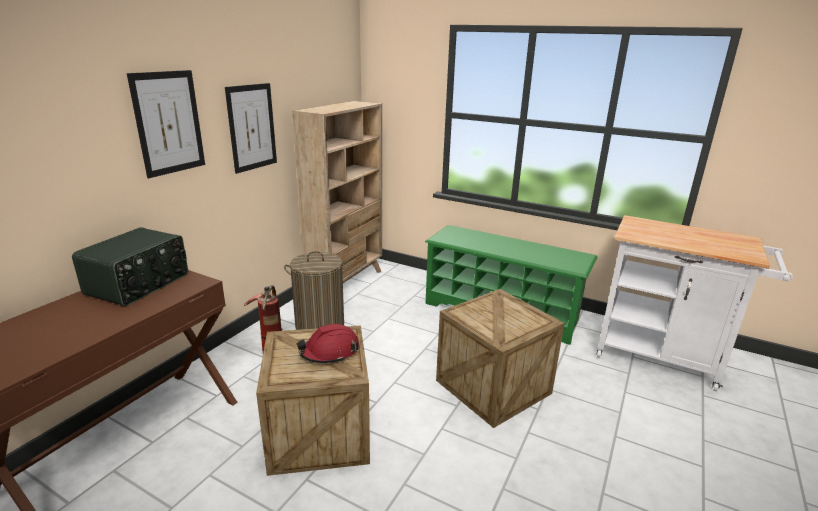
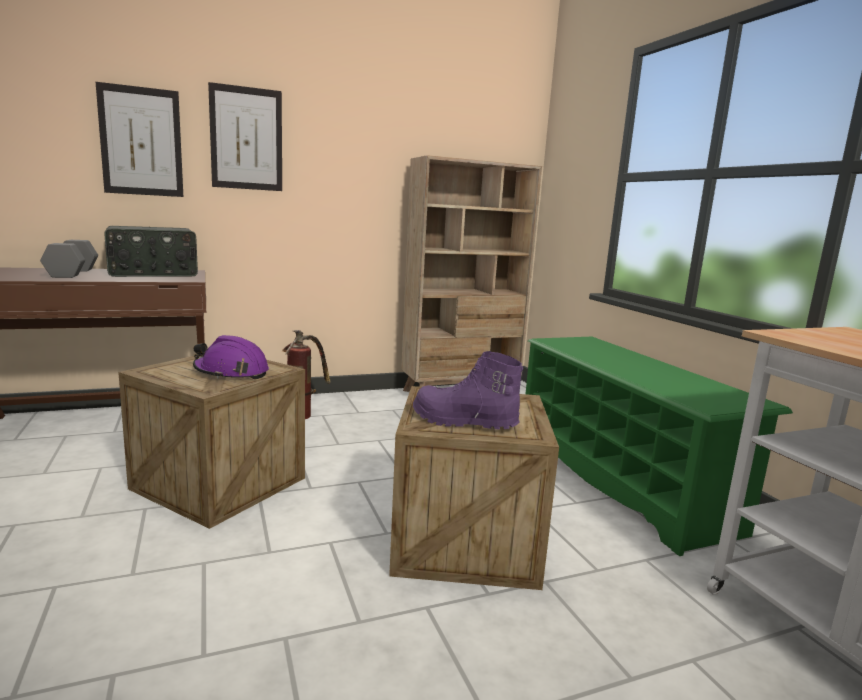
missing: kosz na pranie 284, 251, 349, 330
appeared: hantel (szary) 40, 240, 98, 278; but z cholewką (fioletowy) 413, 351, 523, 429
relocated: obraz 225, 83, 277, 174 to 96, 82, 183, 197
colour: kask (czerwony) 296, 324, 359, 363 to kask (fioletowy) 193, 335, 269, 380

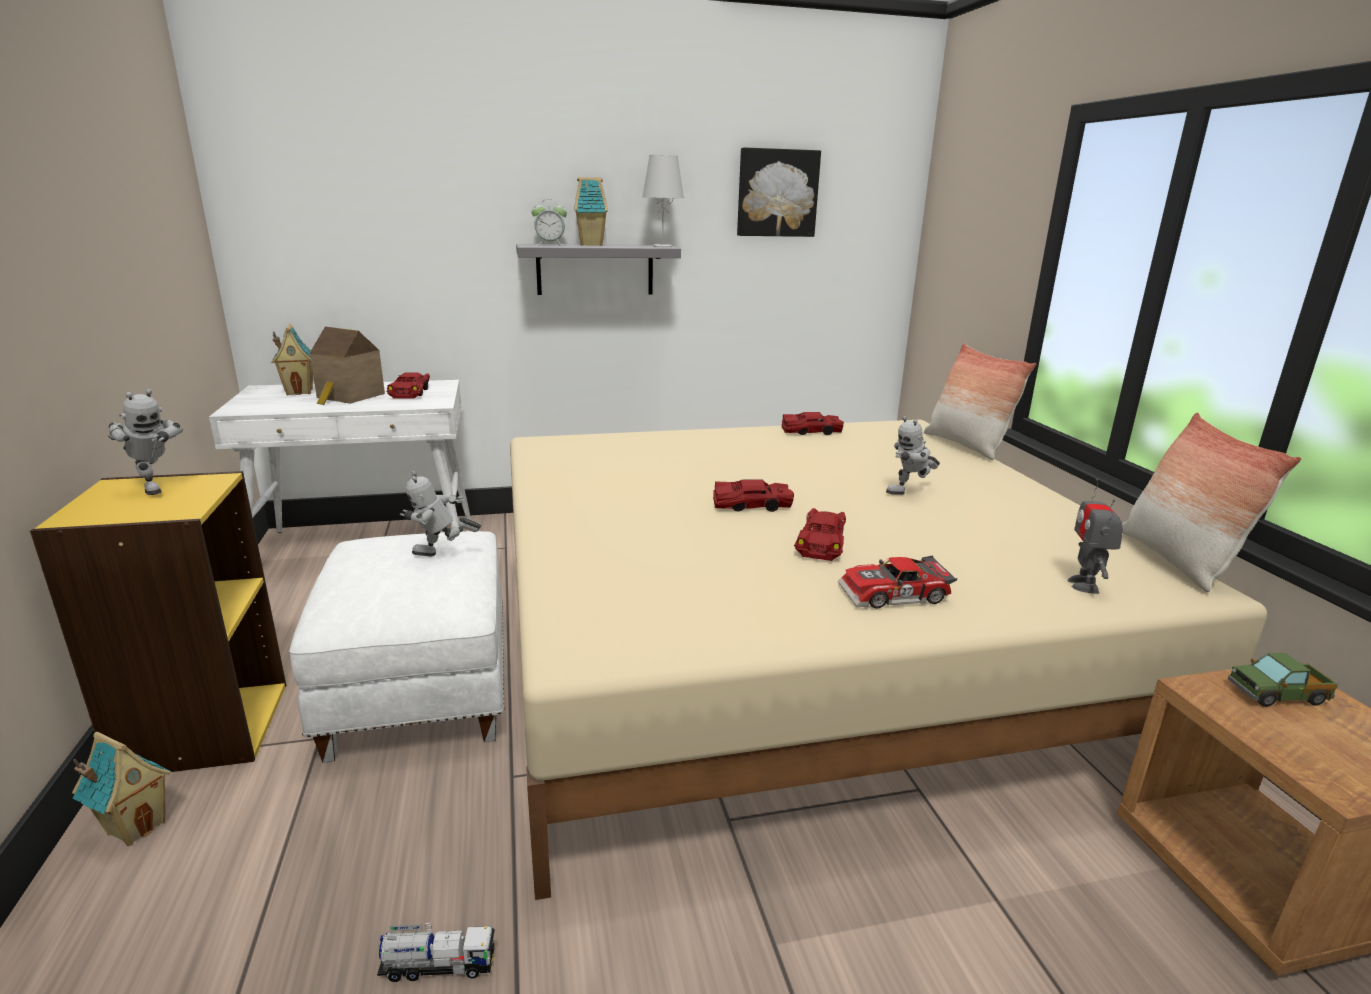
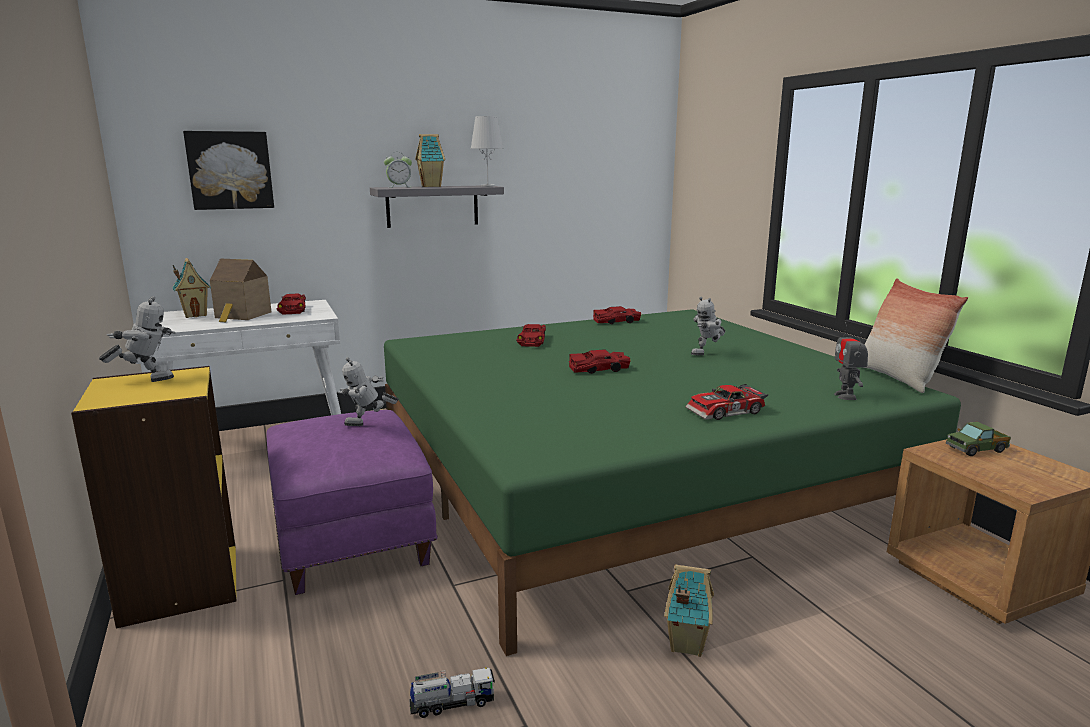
missing: poduszka 924, 343, 1036, 460
relocated: domek 72, 732, 171, 846 to 664, 565, 714, 657; obraz 737, 147, 821, 237 to 183, 131, 274, 210; samochodzik (czerwony) 794, 508, 846, 561 to 516, 324, 546, 347
colour: pufa (biały) 289, 531, 505, 763 to pufa (fioletowy) 266, 410, 438, 595; łóżko (beżowy) 510, 420, 1267, 900 to łóżko (zielony) 384, 309, 961, 656
spun: robot zabawkowy 108, 389, 183, 495 = 99, 296, 176, 382 45 degrees counterclockwise

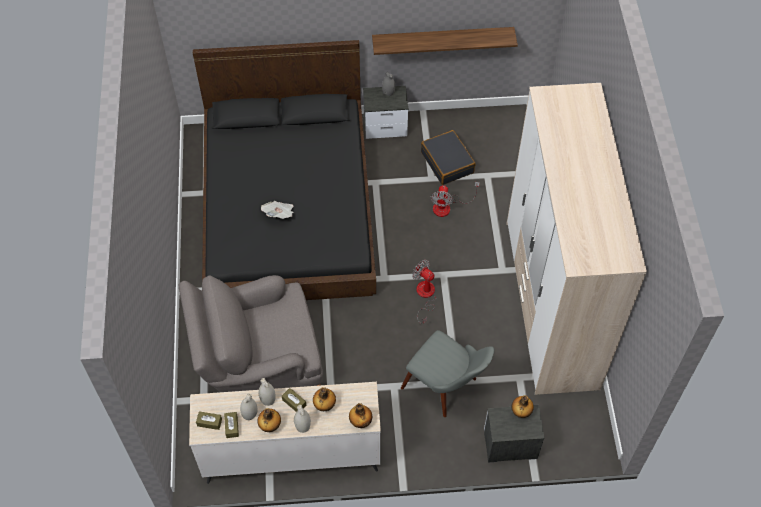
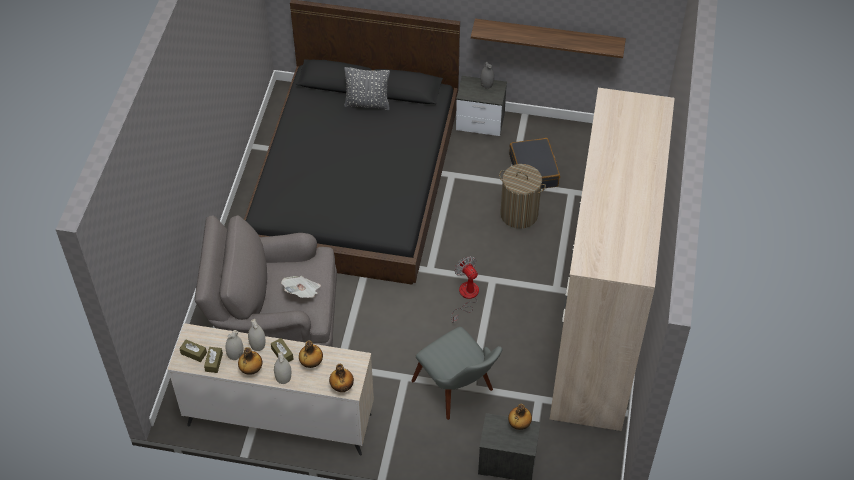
appeared: poduszka (szary) 344, 67, 390, 110
relocated: gazeta 261, 201, 294, 219 to 281, 276, 321, 298
exchanged: wentylator 431, 182, 480, 217 to kosz na pranie 499, 164, 546, 229

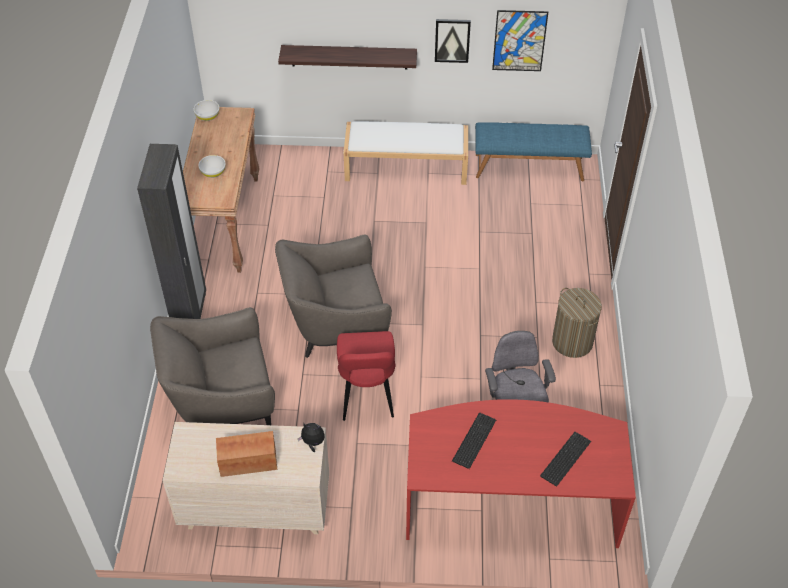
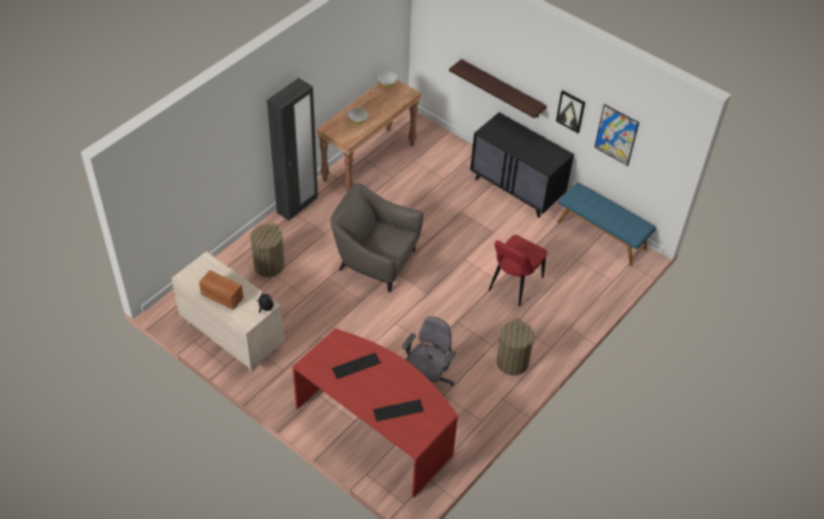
relocated: krzesło (czerwony) 337, 331, 396, 421 to 488, 235, 547, 306
exchanged: fotel (szary) 150, 307, 275, 425 to kosz na pranie 250, 224, 285, 277; ławka (biały) 343, 121, 468, 185 to komoda (czarny) 470, 112, 574, 218

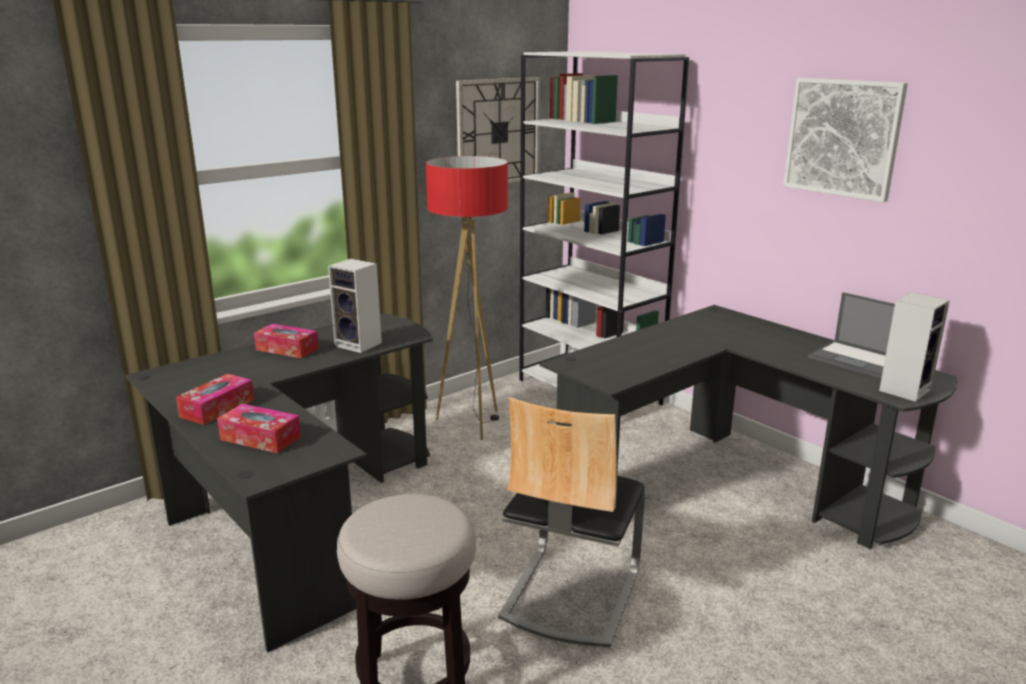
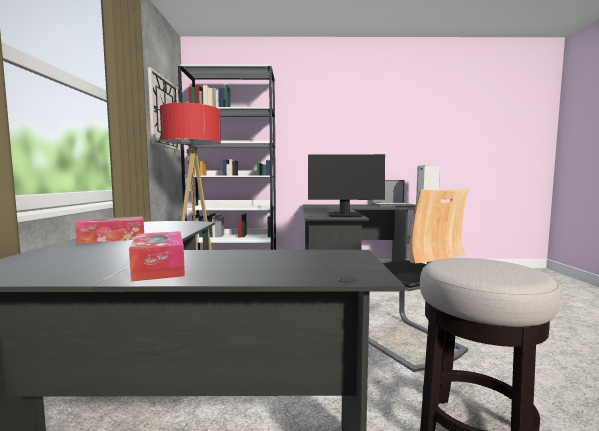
missing: pudełko chusteczek 217, 404, 301, 453; głośnik 328, 259, 382, 353; obraz 783, 78, 908, 202
appeared: monitor 308, 154, 385, 217

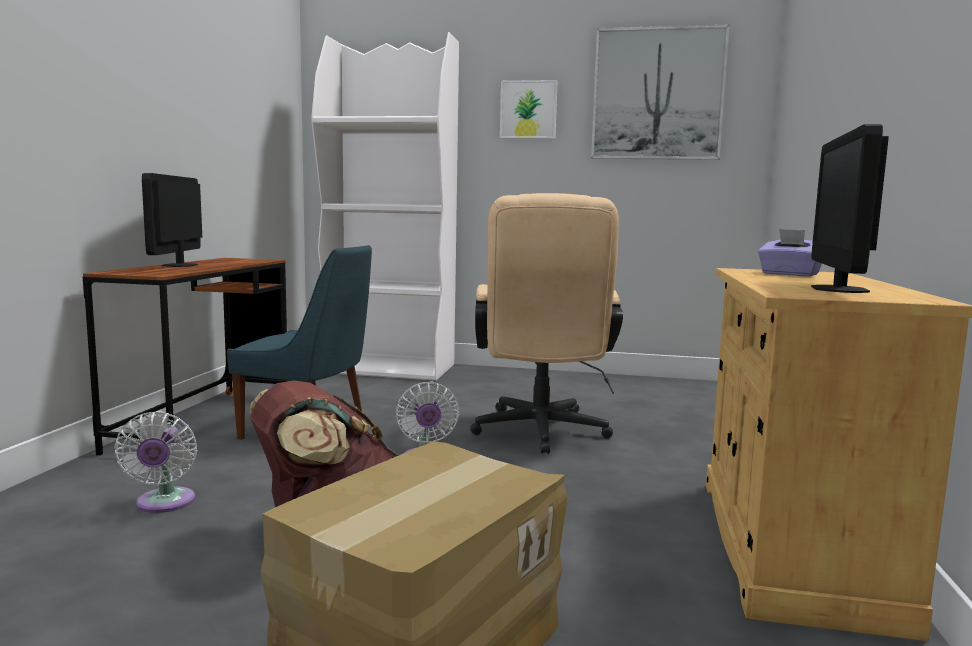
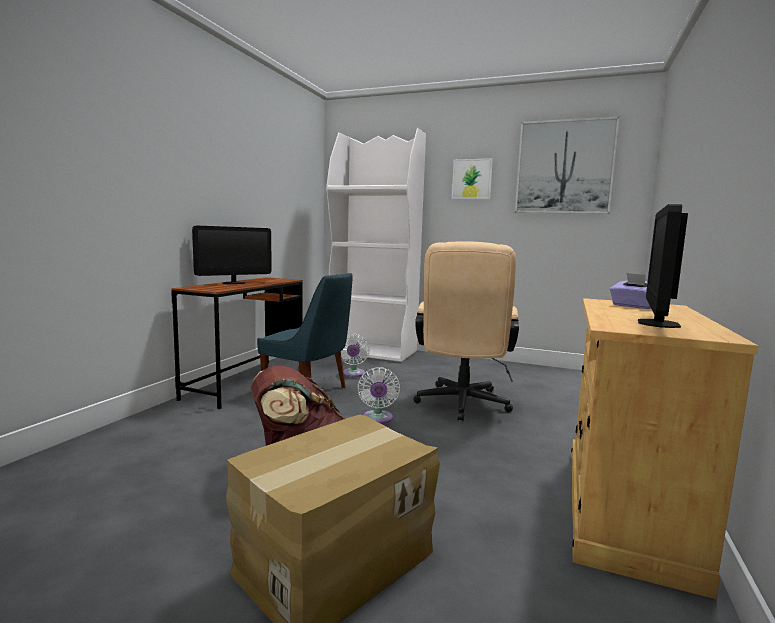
relocated: wentylator (biały) 114, 411, 197, 513 to 341, 334, 370, 377
spun: monitor 142, 173, 202, 267 = 192, 226, 272, 284 135 degrees counterclockwise

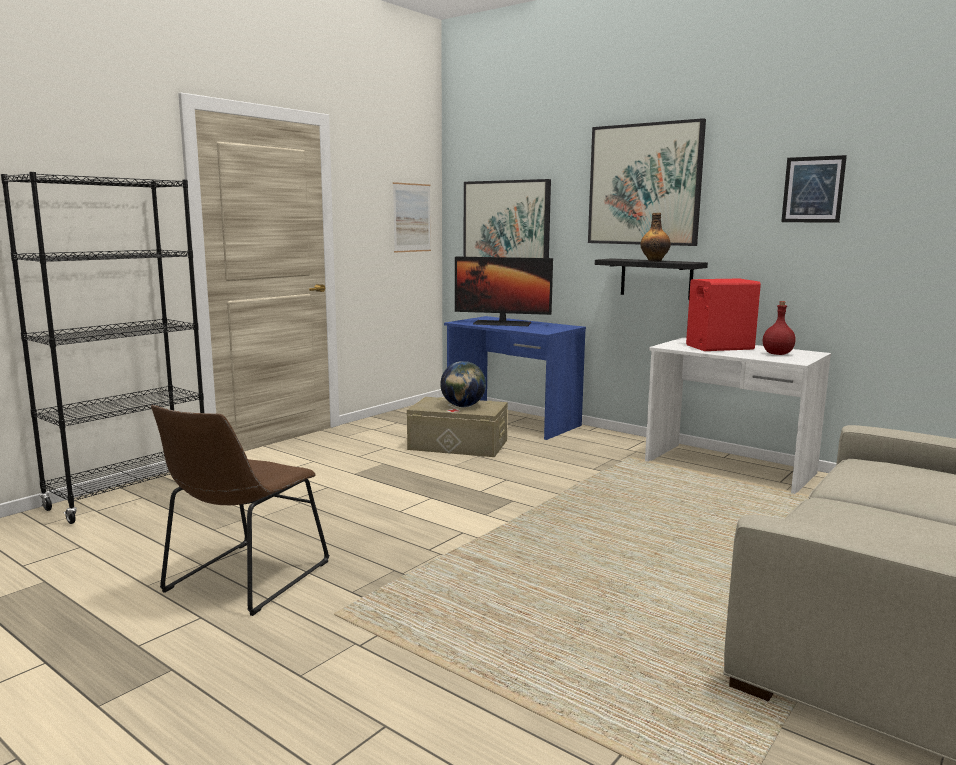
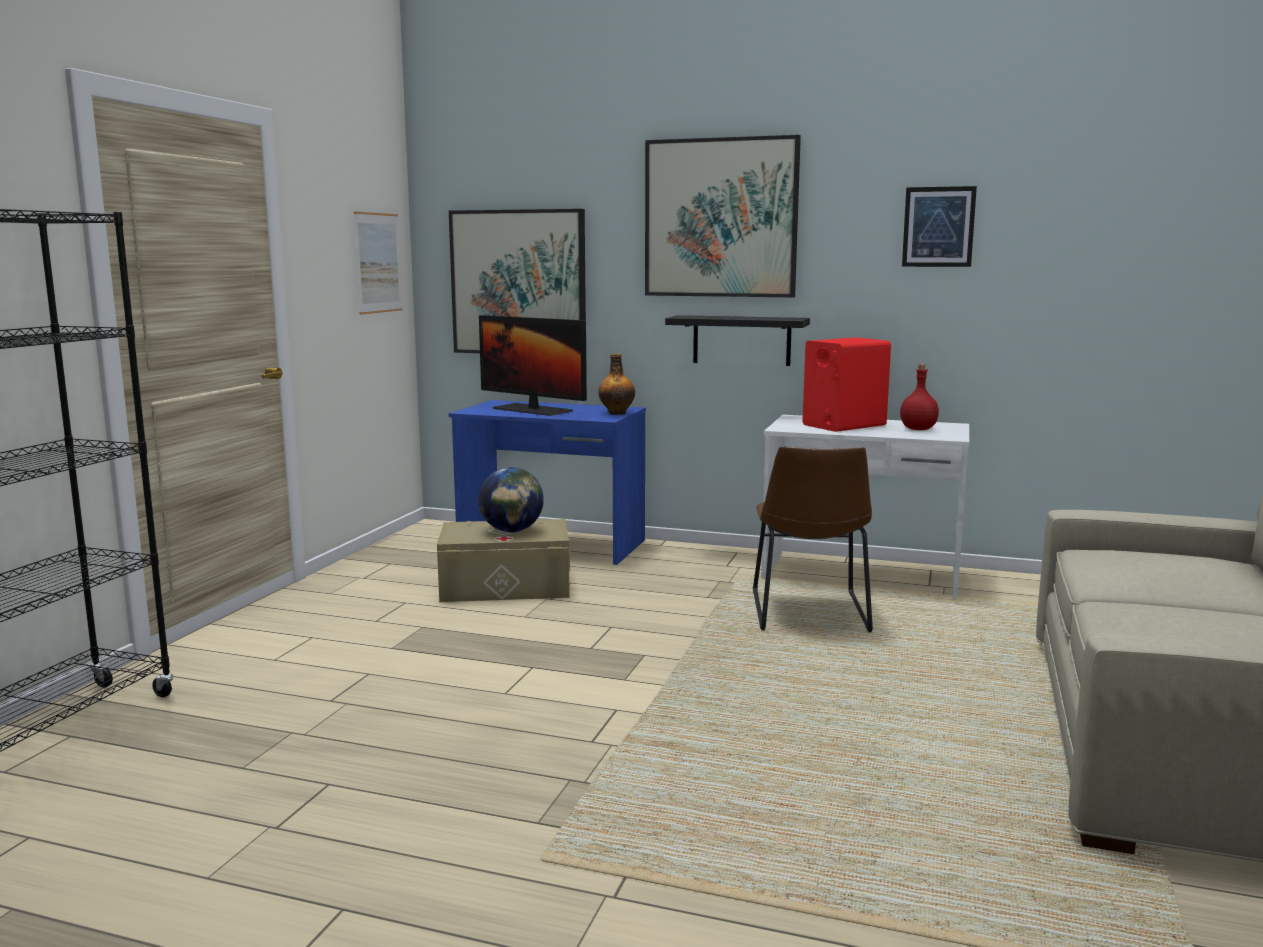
relocated: krzesło (brązowy) 151, 405, 329, 616 to 753, 446, 873, 632; butelka 640, 213, 671, 262 to 598, 353, 635, 415
spun: monitor 455, 257, 553, 326 = 479, 315, 587, 416 45 degrees clockwise

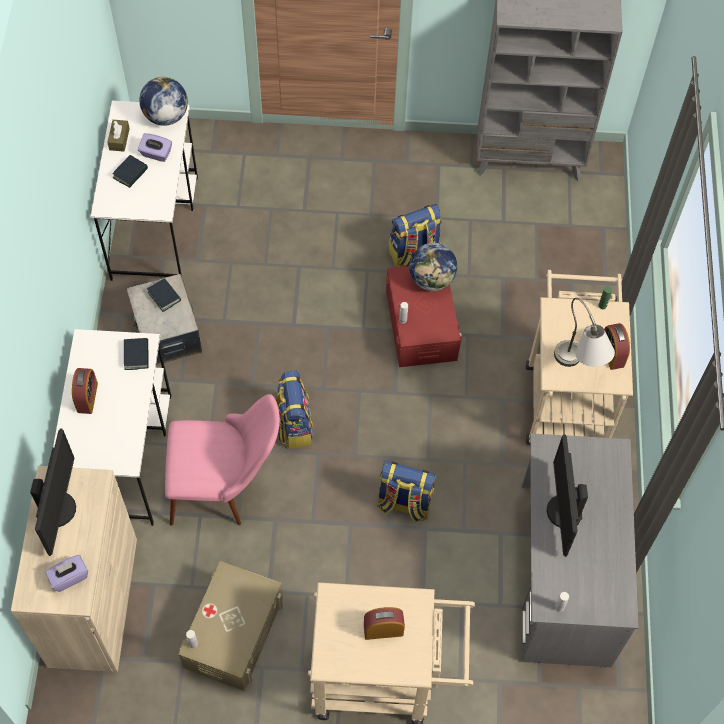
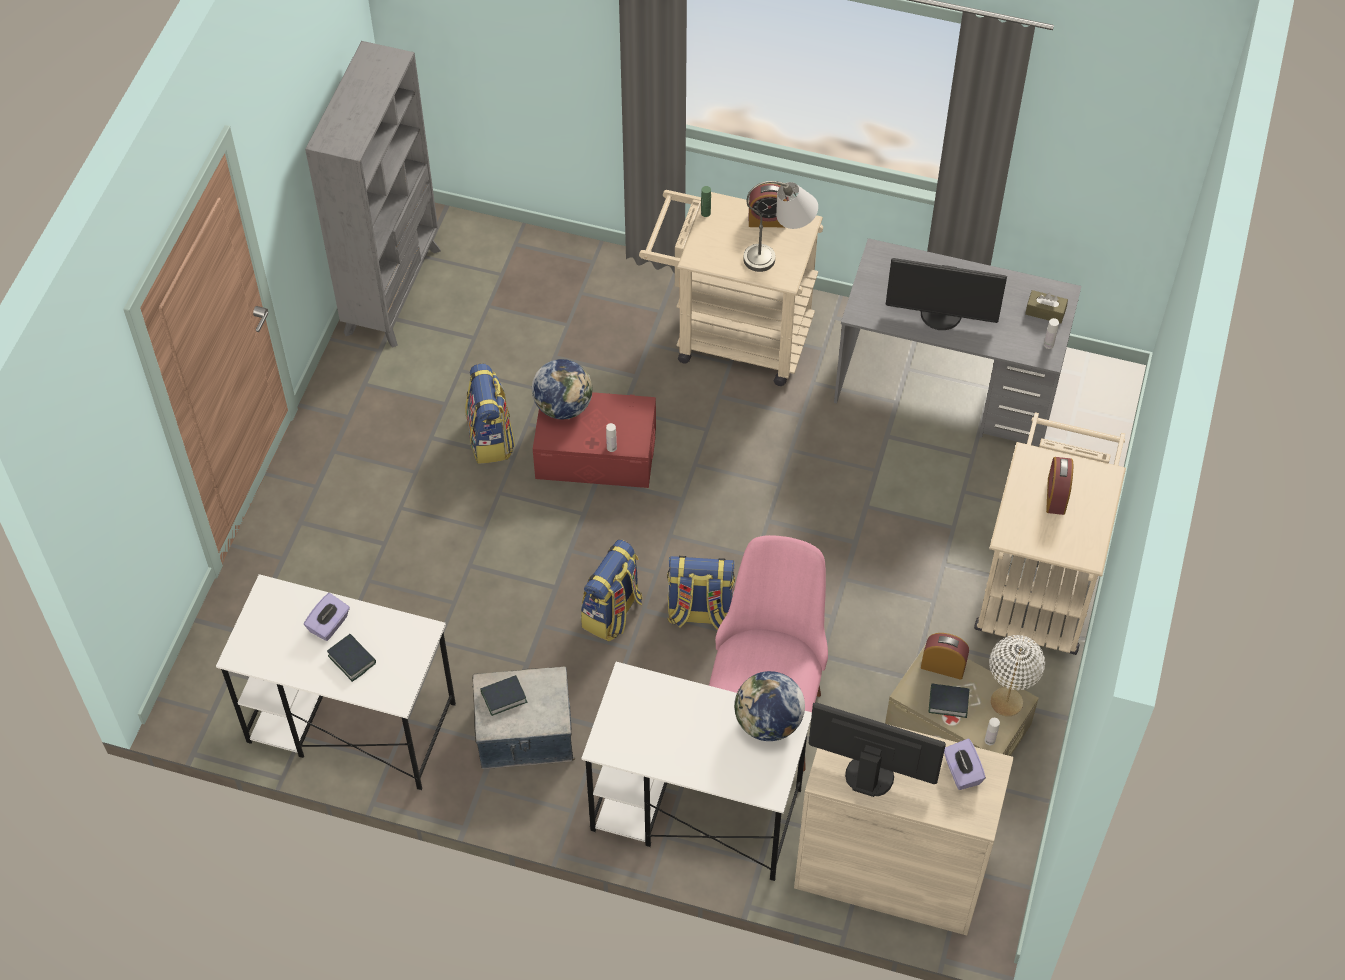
appeared: lampa stołowa (biały) 989, 635, 1045, 716
relocated: budzik 72, 368, 98, 414 to 921, 633, 969, 680; pudełko chusteczek (brązowy) 107, 120, 130, 152 to 1025, 290, 1068, 323; książka 124, 338, 149, 370 to 929, 684, 970, 718; globus 139, 77, 188, 126 to 734, 671, 805, 741; plecak 377, 461, 436, 522 to 581, 539, 642, 642

